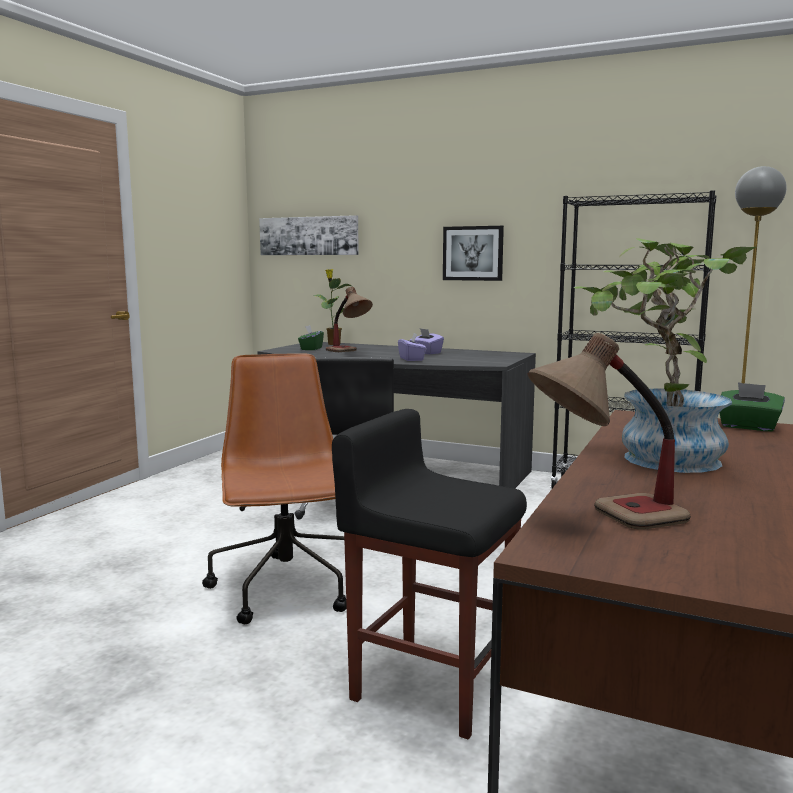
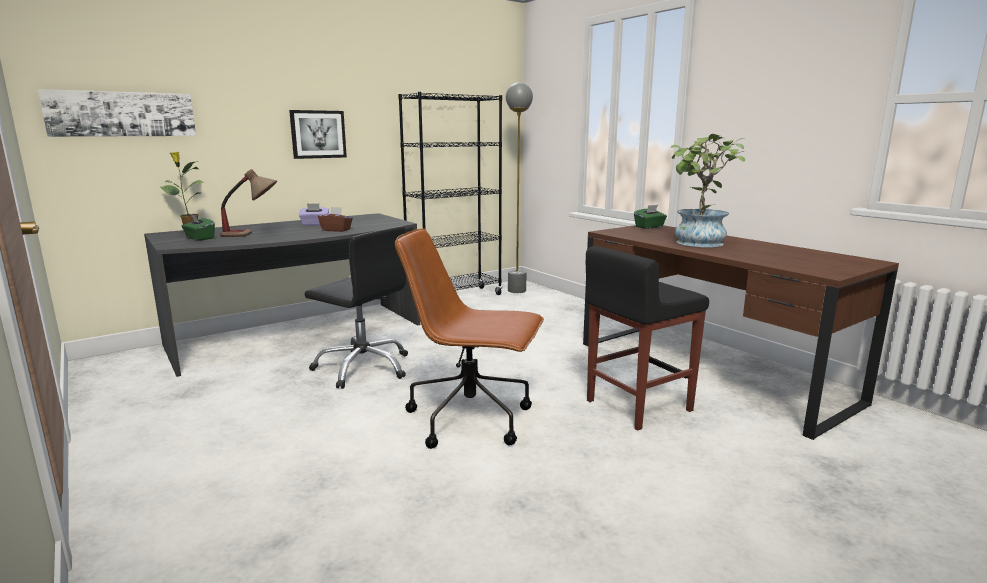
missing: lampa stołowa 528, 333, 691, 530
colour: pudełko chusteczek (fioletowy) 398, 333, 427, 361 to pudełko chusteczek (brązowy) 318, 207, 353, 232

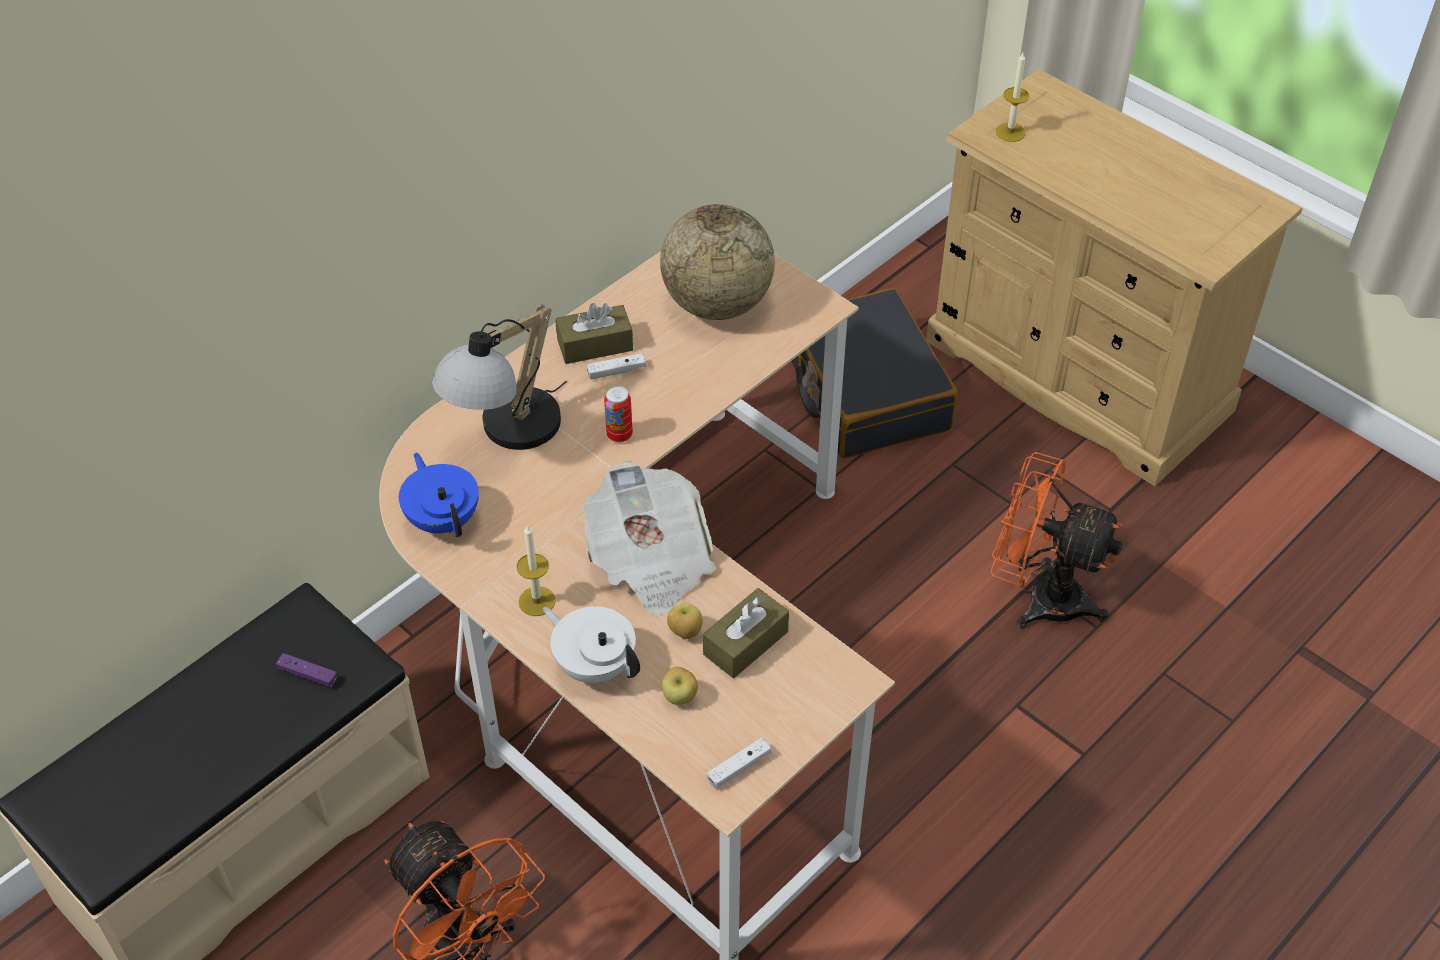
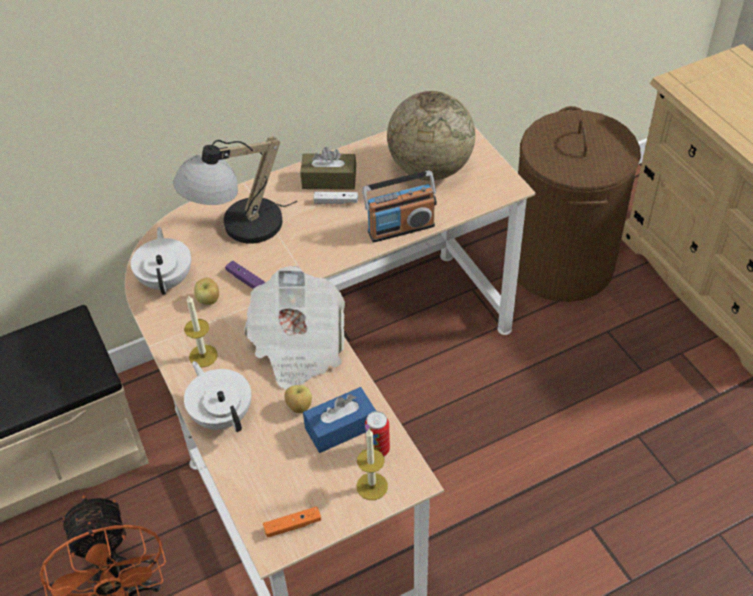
missing: wentylator (pomarańczowy) 991, 452, 1123, 629
appeared: radio 362, 170, 437, 243
relocated: pad do gier (fioletowy) 276, 653, 338, 687 to 225, 261, 266, 289; puszka 604, 386, 633, 442 to 365, 411, 390, 456; jabłko 662, 667, 698, 705 to 194, 278, 219, 305; świeca 996, 53, 1029, 142 to 357, 429, 388, 500
exchanged: walizka (czarny) 791, 288, 958, 459 to kosz na pranie (brązowy) 517, 106, 641, 302
colour: imbryk (niebieski) 399, 453, 479, 537 to imbryk (biały) 131, 227, 191, 295; pudełko chusteczek (brązowy) 703, 588, 789, 678 to pudełko chusteczek (niebieski) 303, 387, 376, 453; pad do gier (biały) 707, 738, 771, 789 to pad do gier (pomarańczowy) 263, 506, 321, 538

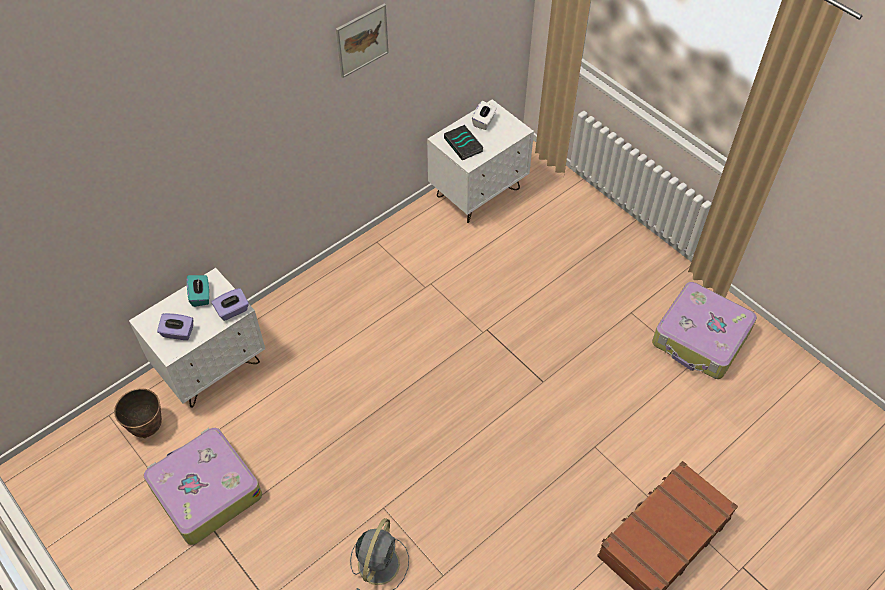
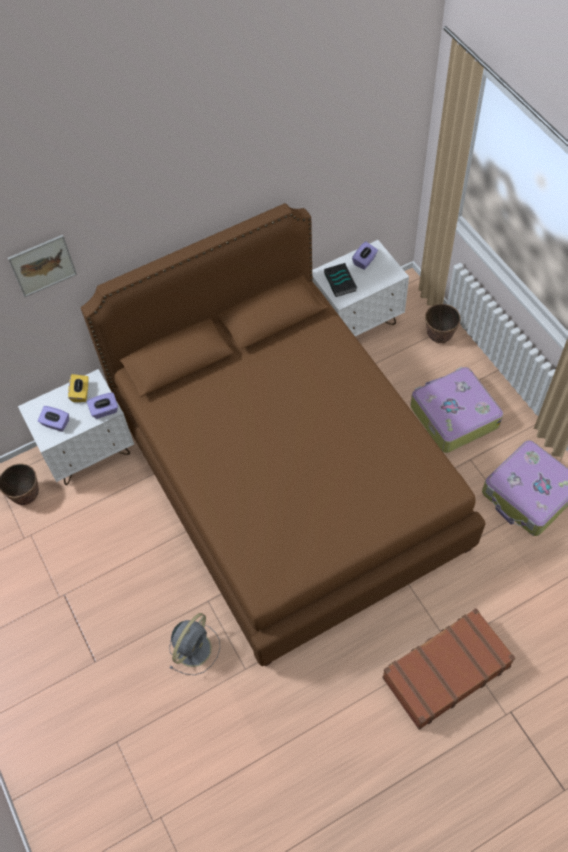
appeared: łóżko (brązowy) 81, 203, 485, 666; donica 425, 304, 461, 343
relocated: walizka 144, 428, 262, 545 to 410, 367, 503, 453; obraz 336, 4, 389, 78 to 8, 235, 77, 297
colour: pudełko chusteczek (turkusowy) 187, 275, 209, 307 to pudełko chusteczek (żółty) 68, 374, 88, 402; pudełko chusteczek (biały) 472, 101, 497, 130 to pudełko chusteczek (fioletowy) 352, 242, 378, 270

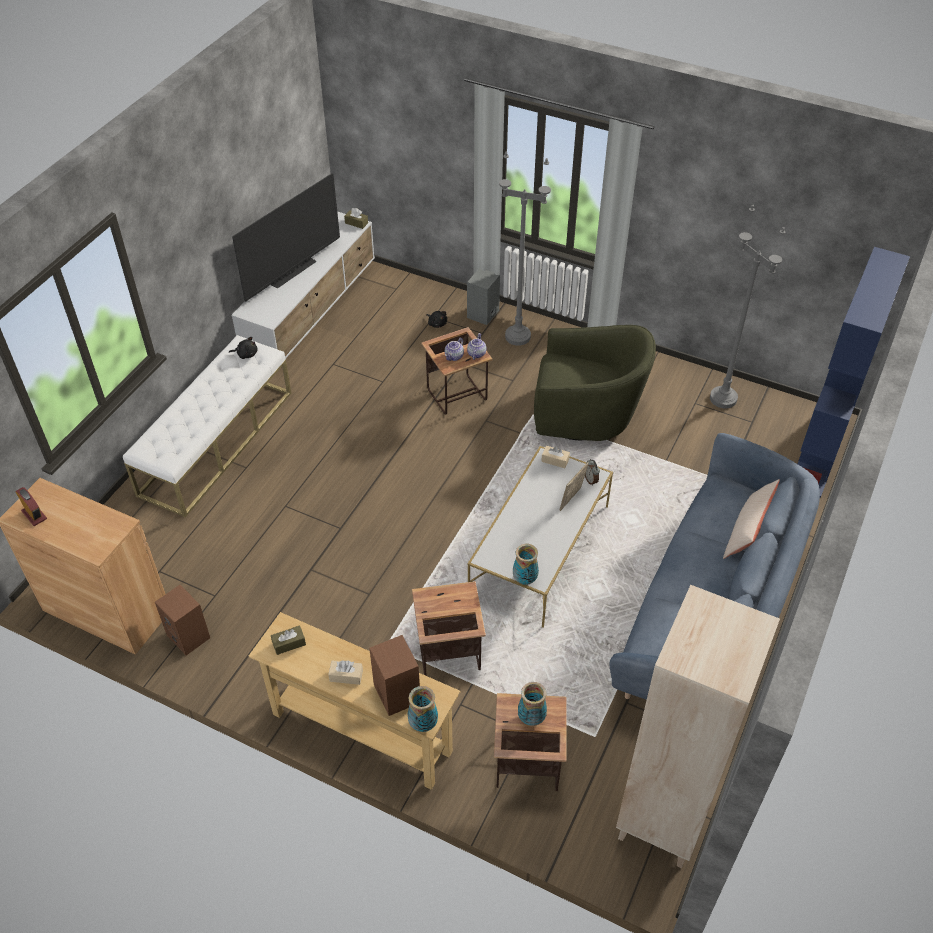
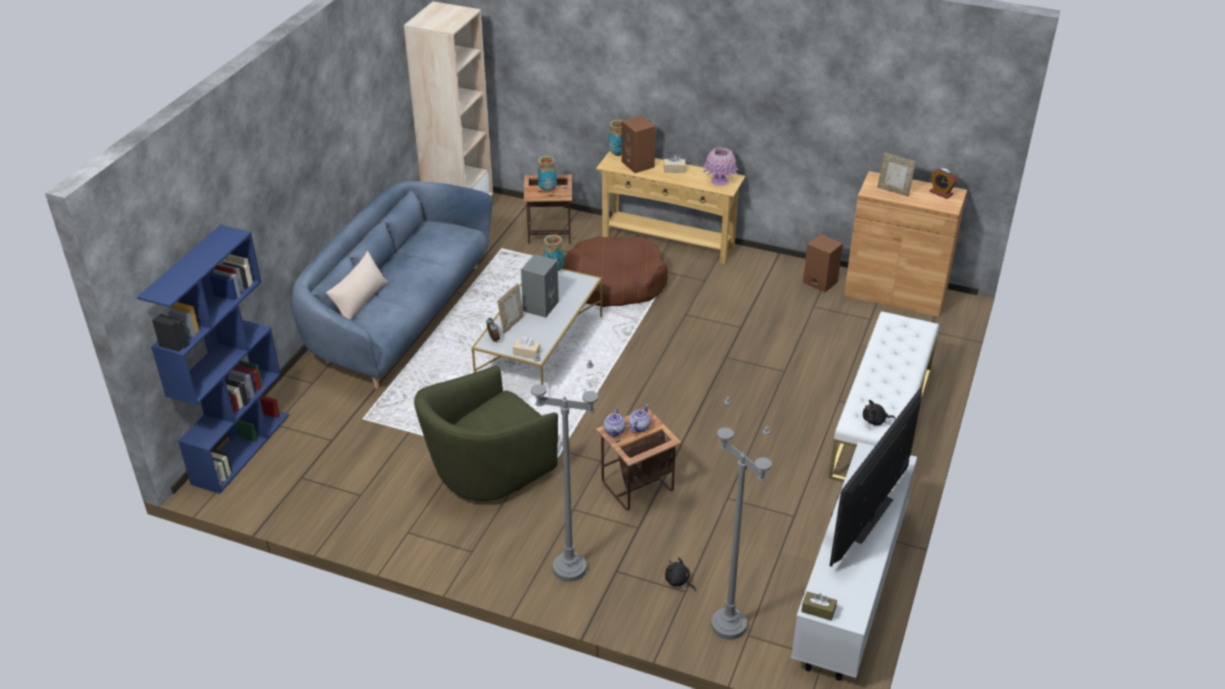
appeared: ramka na zdjęcie 877, 153, 916, 197
relocated: głośnik (szary) 467, 268, 500, 325 to 521, 254, 559, 318; lampa stojąca (szary) 710, 205, 785, 409 to 711, 396, 772, 640
exchanged: pudełko chusteczek (brązowy) 271, 625, 306, 655 to wazon (różowy) 703, 147, 739, 186; stolik 412, 581, 486, 676 to legowisko (brązowy) 562, 237, 668, 307
spun: fotel (zielony) 534, 325, 656, 441 = 414, 365, 558, 501 45 degrees counterclockwise

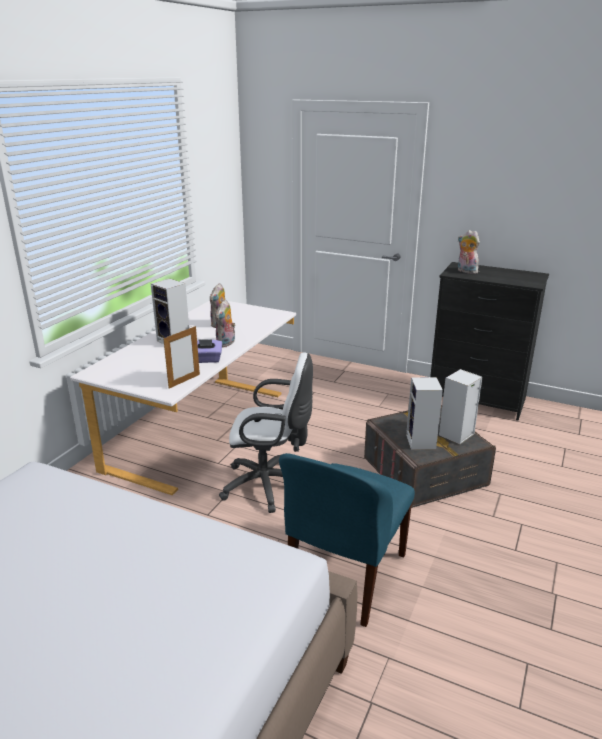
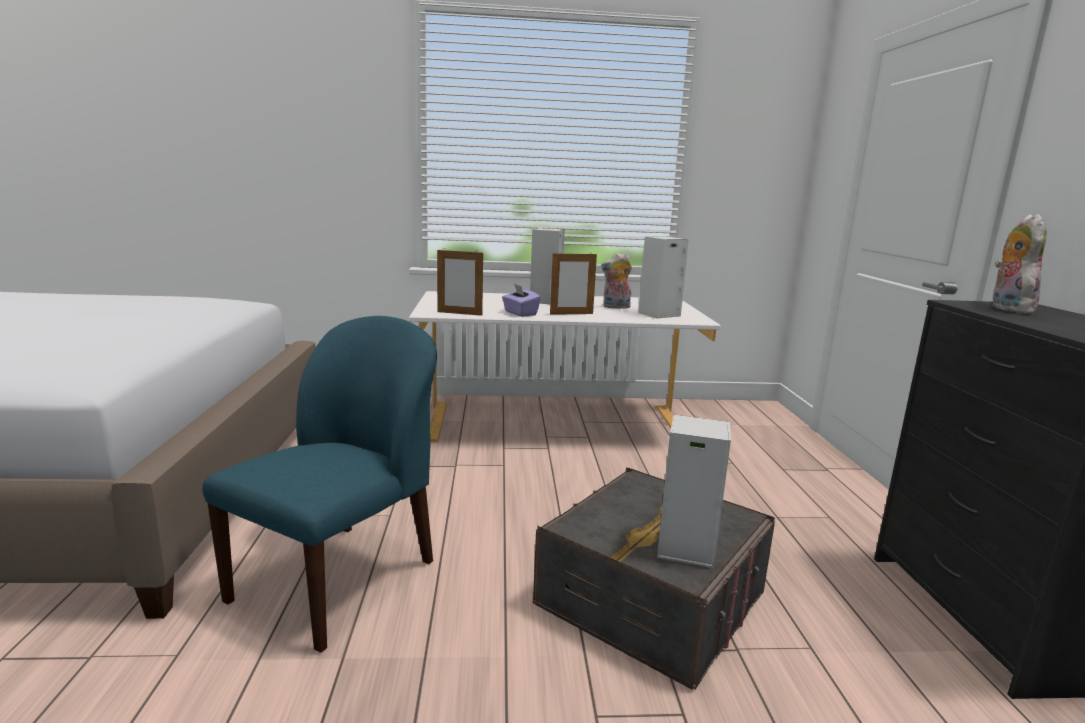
missing: krzesło biurowe (biały) 219, 352, 313, 513
relocated: głośnik 406, 377, 443, 450 to 638, 237, 689, 318
exchanged: pluszak 215, 299, 235, 348 to ramka na zdjęcie 550, 251, 597, 315
spun: krzesło (niebieski) 279, 453, 415, 627 = 202, 316, 437, 653 120 degrees clockwise

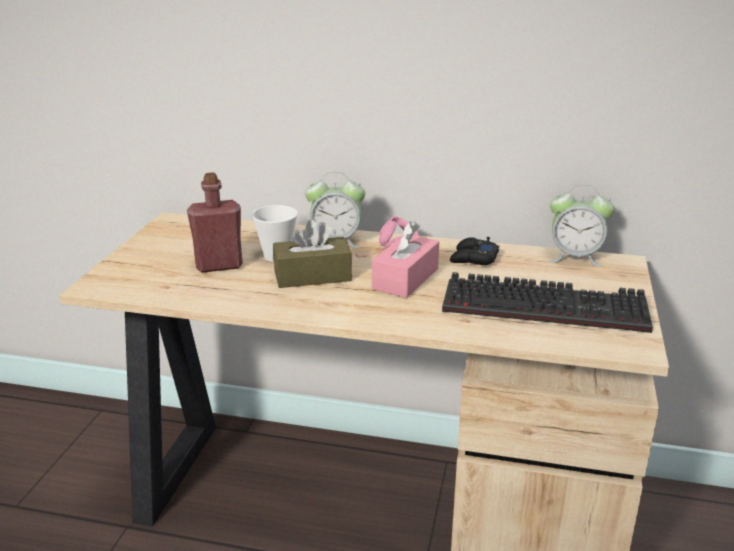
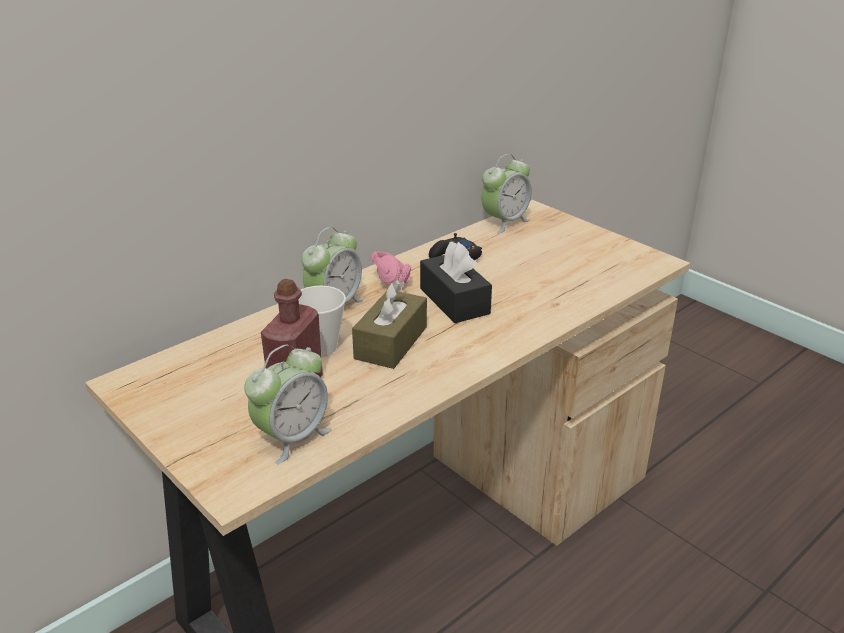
missing: klawiatura 442, 272, 653, 333
appeared: budzik 244, 345, 332, 464
colour: pudełko chusteczek (różowy) 372, 221, 439, 298 to pudełko chusteczek (czarny) 420, 242, 492, 323

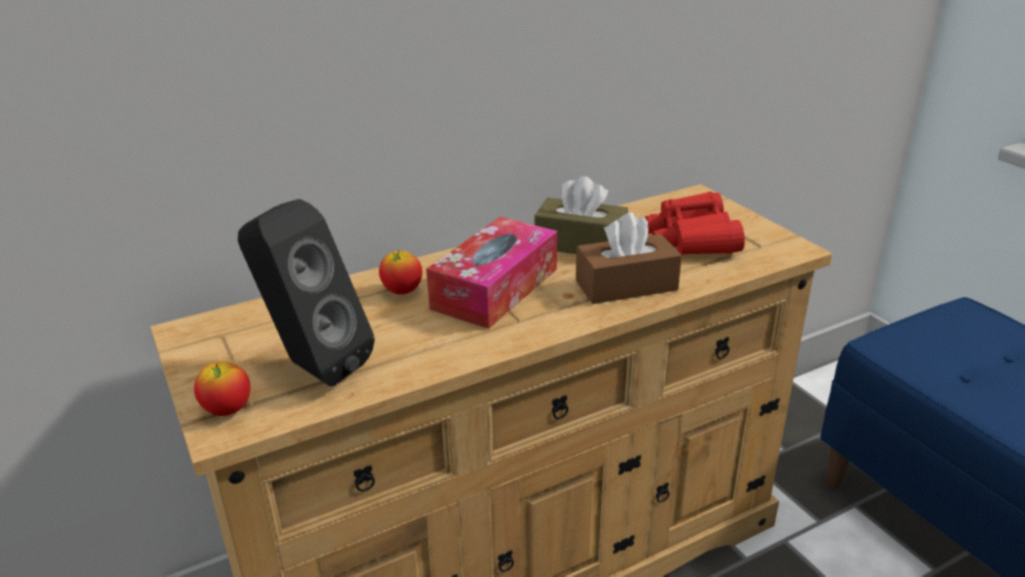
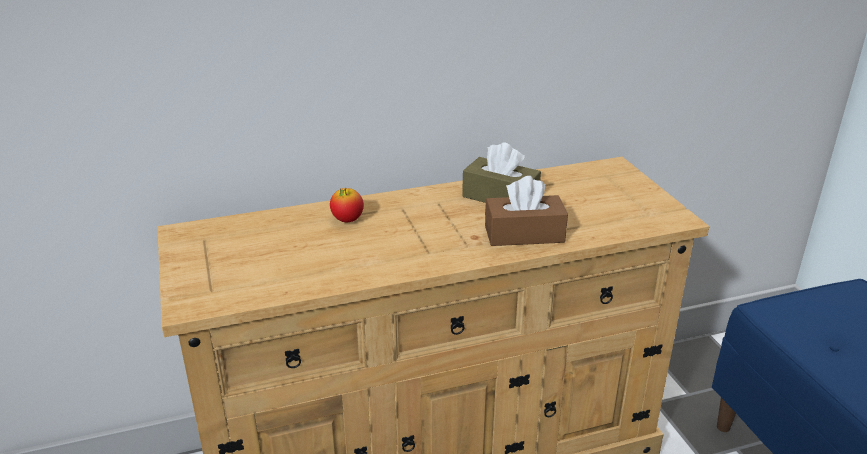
missing: jabłko 194, 361, 250, 416; głośnik (czarny) 238, 199, 375, 386; pudełko chusteczek 426, 217, 557, 329; lornetka (czerwony) 645, 192, 745, 255

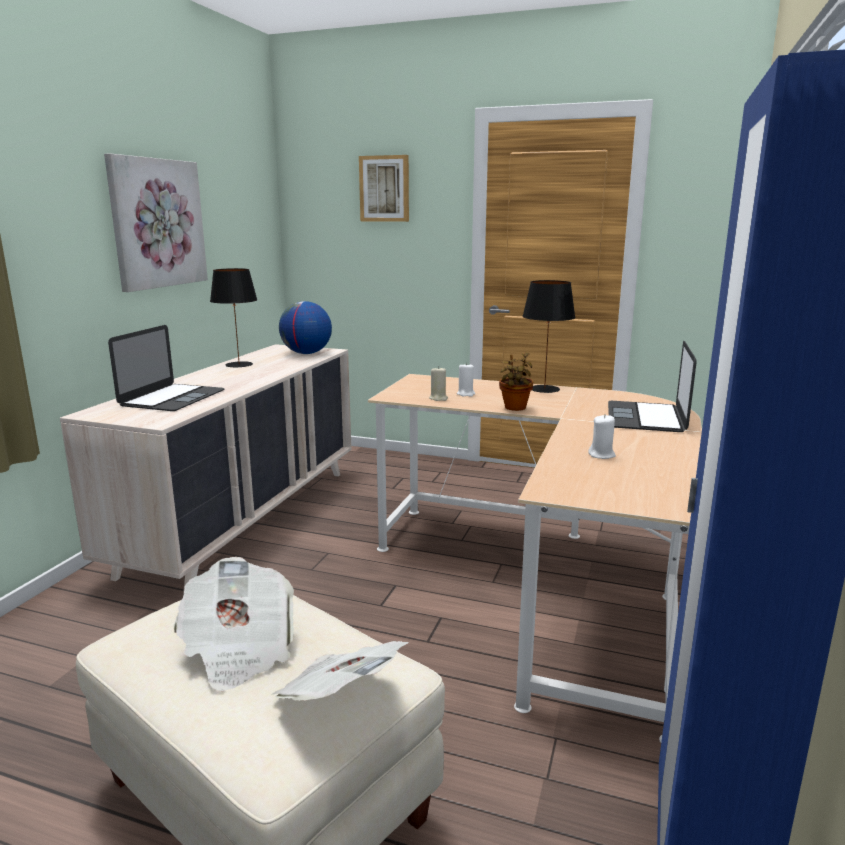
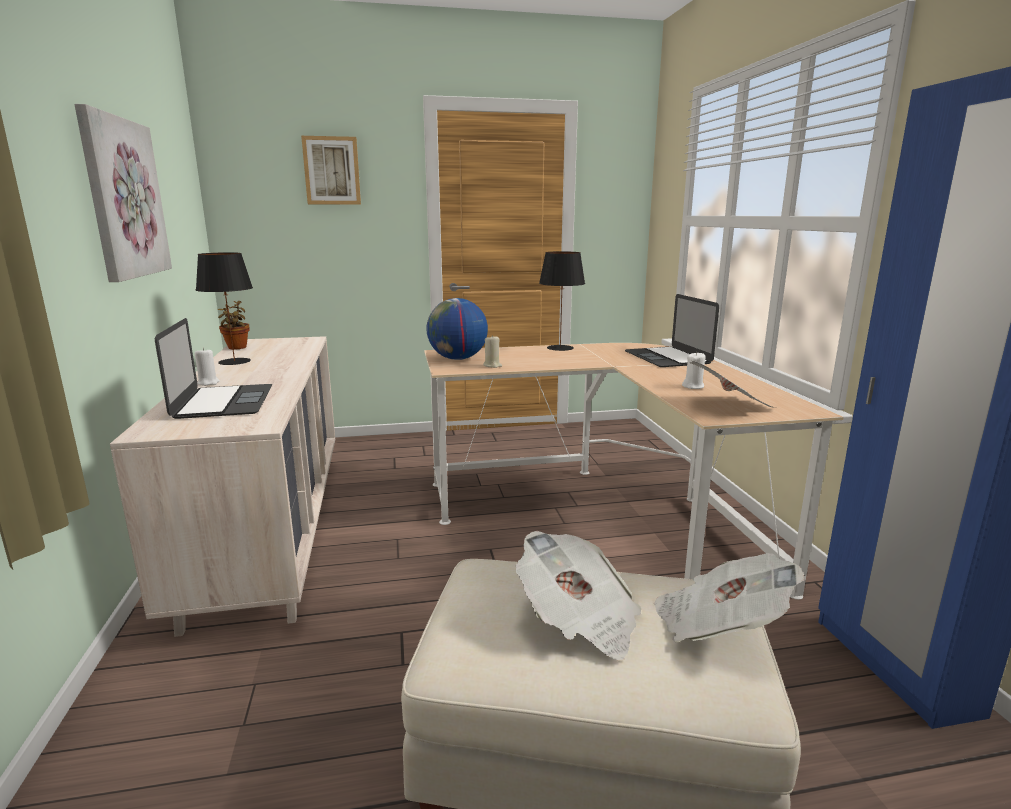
appeared: gazeta 689, 361, 775, 408
relocated: globus 279, 301, 332, 354 to 426, 298, 488, 360; świeca (biały) 457, 362, 475, 397 to 195, 348, 220, 386; roślina doniczkowa 499, 352, 533, 411 to 218, 301, 250, 349

